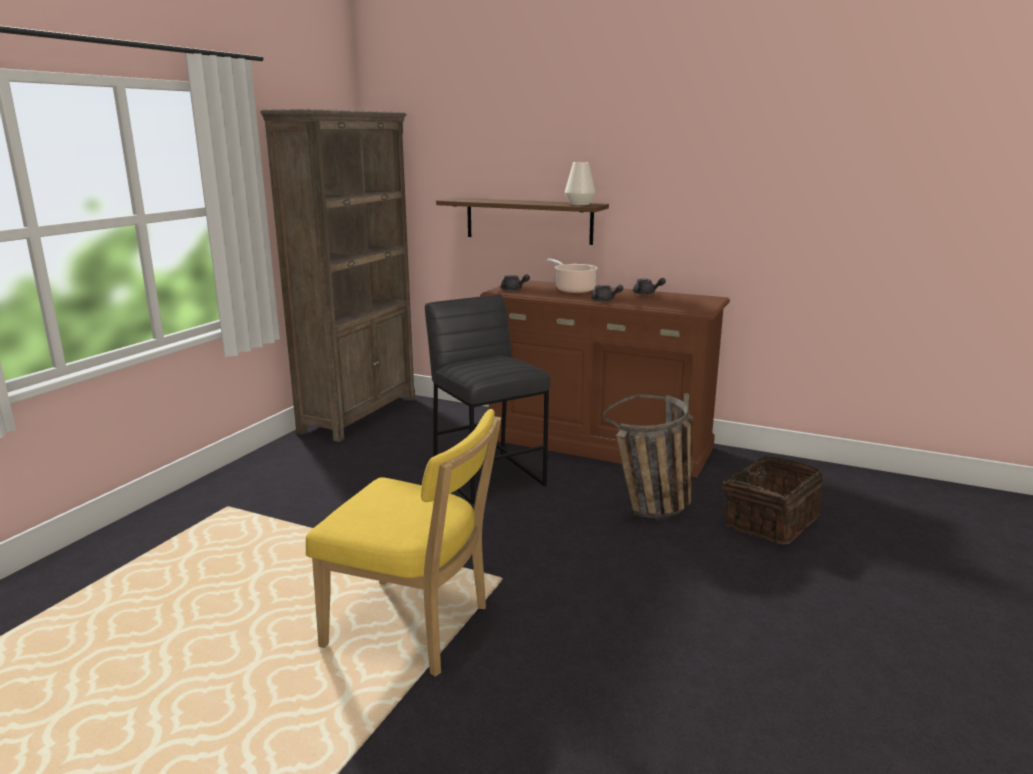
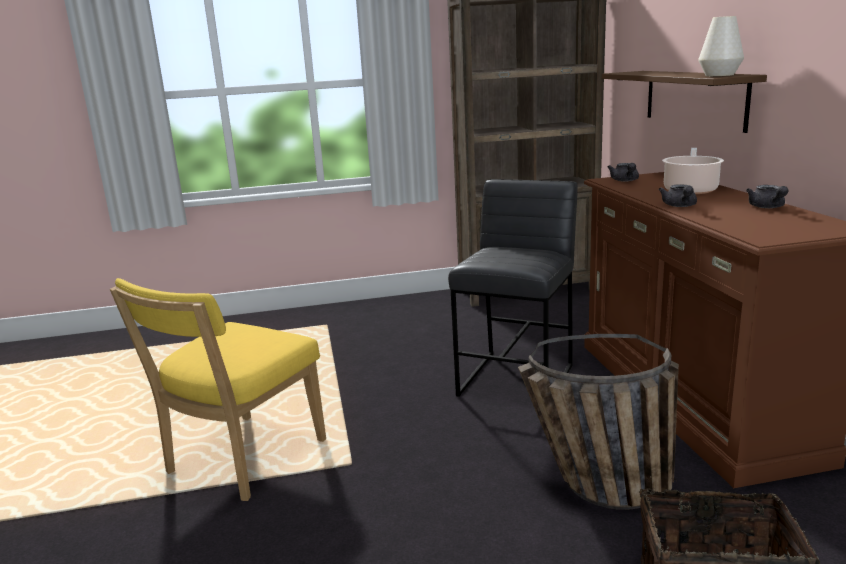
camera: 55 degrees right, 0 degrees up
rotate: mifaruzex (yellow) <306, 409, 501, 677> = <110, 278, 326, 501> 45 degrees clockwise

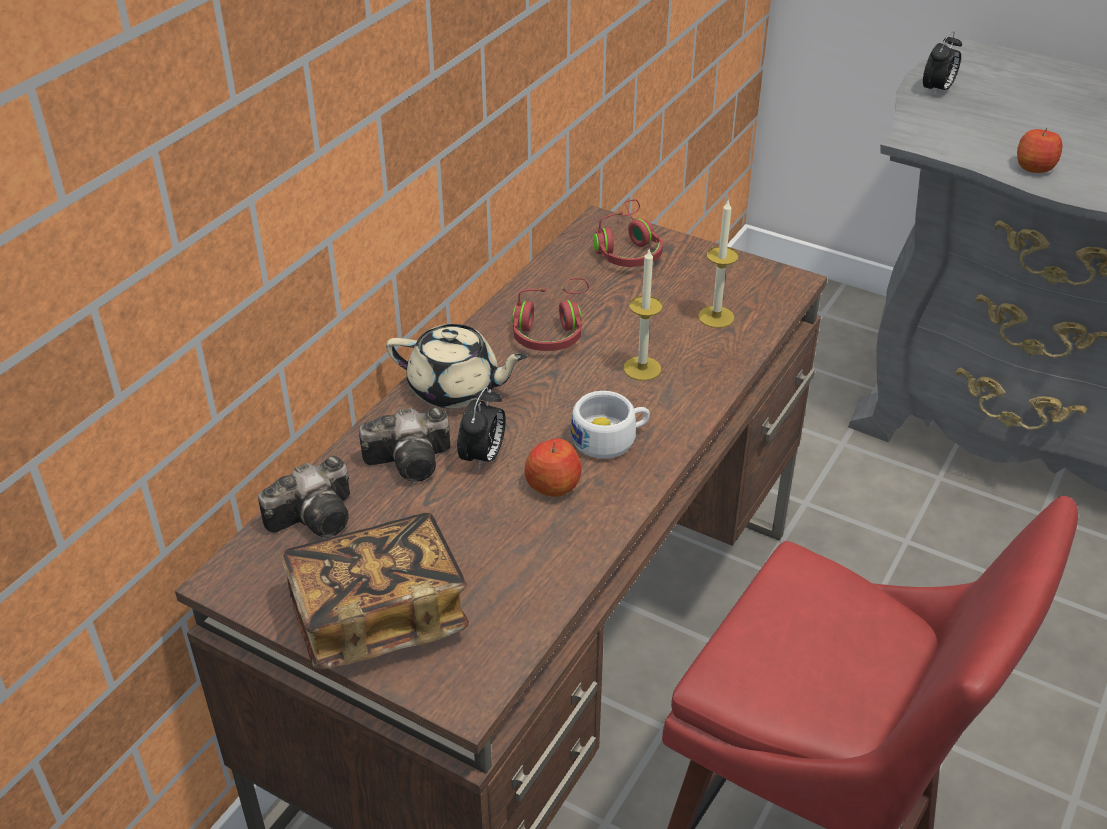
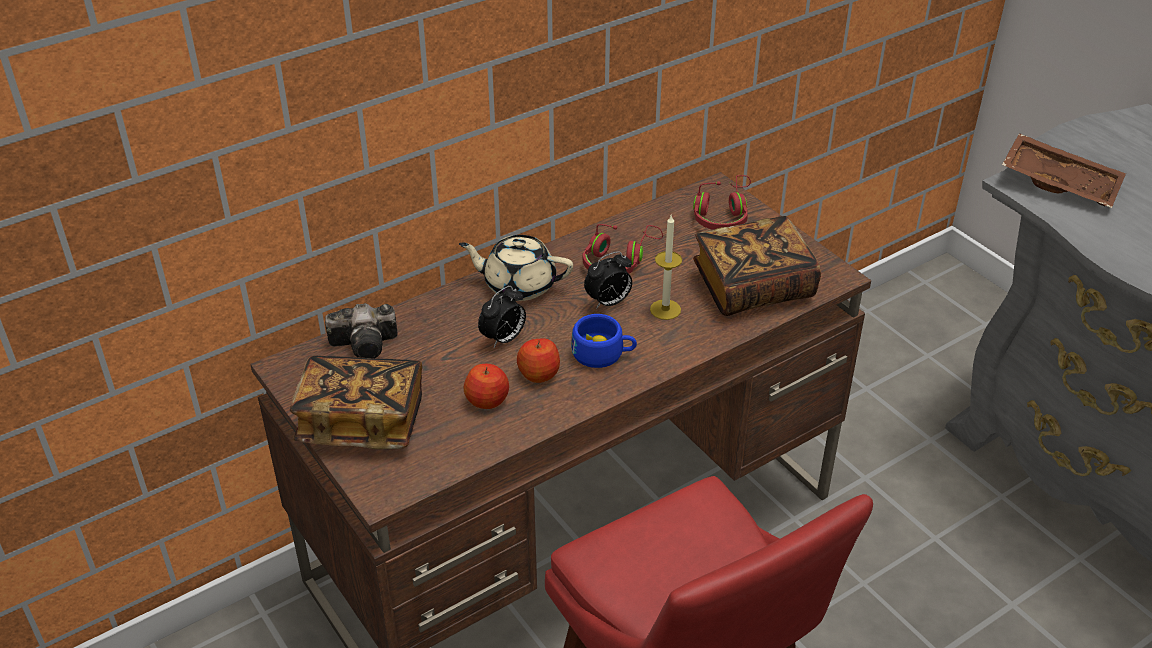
camera: 25 degrees right, 0 degrees up
delete: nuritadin <359, 408, 450, 482>
insert: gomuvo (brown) <1002, 133, 1126, 208>
move: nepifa <1017, 127, 1062, 173> to <463, 363, 509, 409>; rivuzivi <923, 31, 962, 97> to <584, 251, 632, 309>
replace: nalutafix <698, 201, 739, 328> to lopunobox <693, 216, 821, 316>
recolor: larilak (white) <571, 391, 650, 459> to larilak (blue) <571, 314, 637, 368>
rotate: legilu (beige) <386, 324, 528, 408> = <459, 235, 573, 301> 150 degrees clockwise

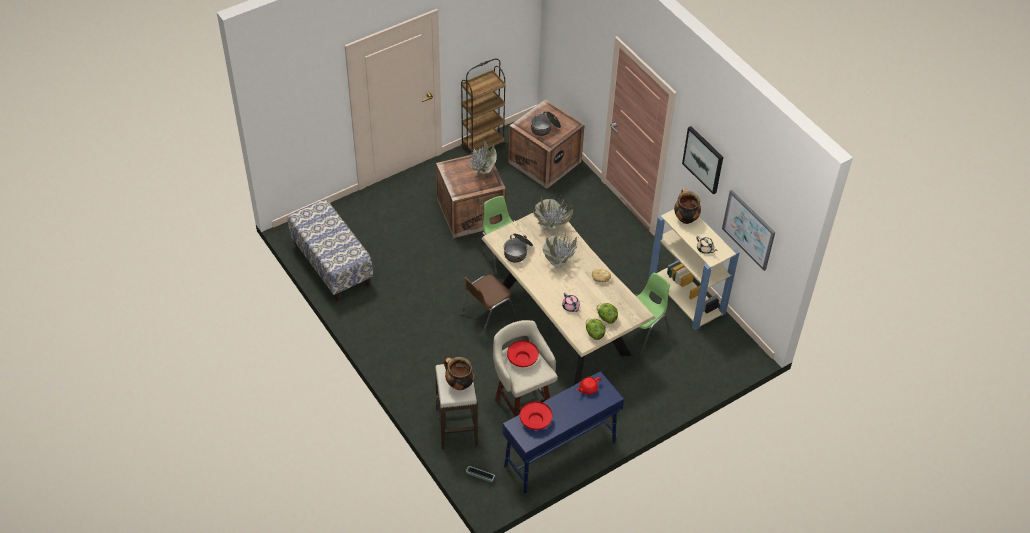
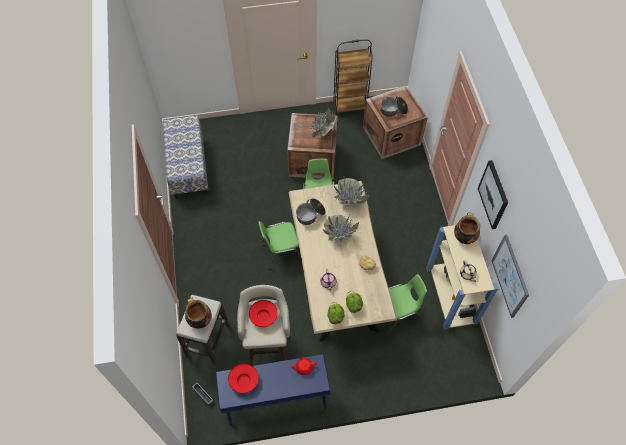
camera: 25 degrees right, 10 degrees up
recolor: mifaruzex (brown) <459, 275, 517, 336> to mifaruzex (green) <258, 221, 301, 269>

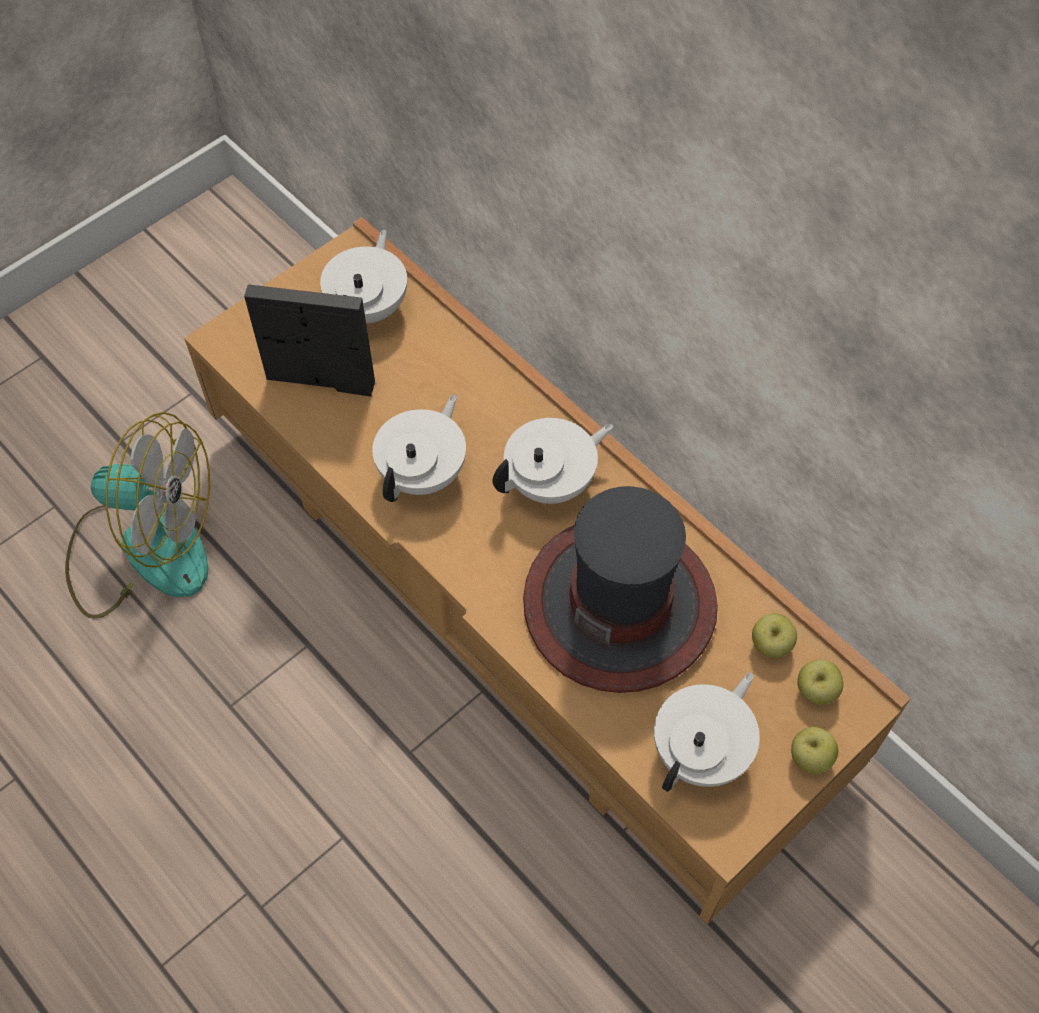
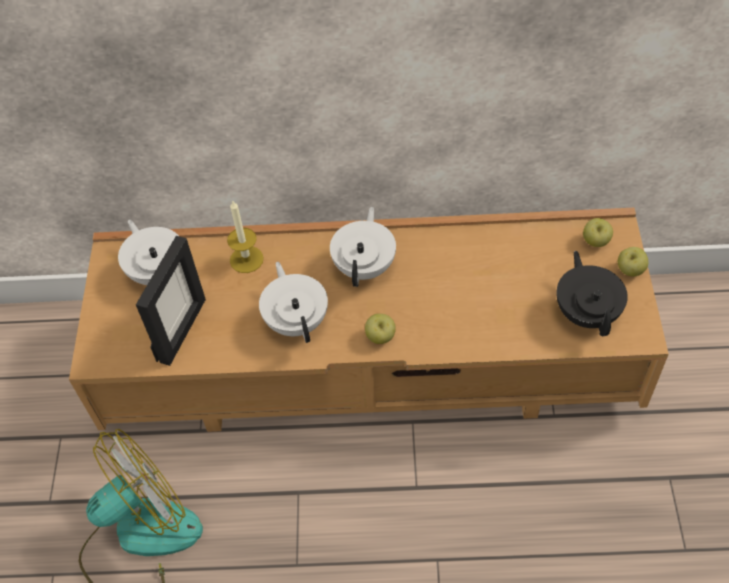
camera: 45 degrees left, 5 degrees down
delete: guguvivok <523, 486, 718, 693>
insert: nalutafix <227, 200, 264, 273>
move: nepifa <752, 613, 797, 658> to <365, 314, 396, 344>
recolor: legilu (white) <654, 673, 760, 792> to legilu (black) <556, 251, 628, 336>
rotate: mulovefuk <244, 284, 375, 397> = <136, 236, 206, 366> 150 degrees clockwise

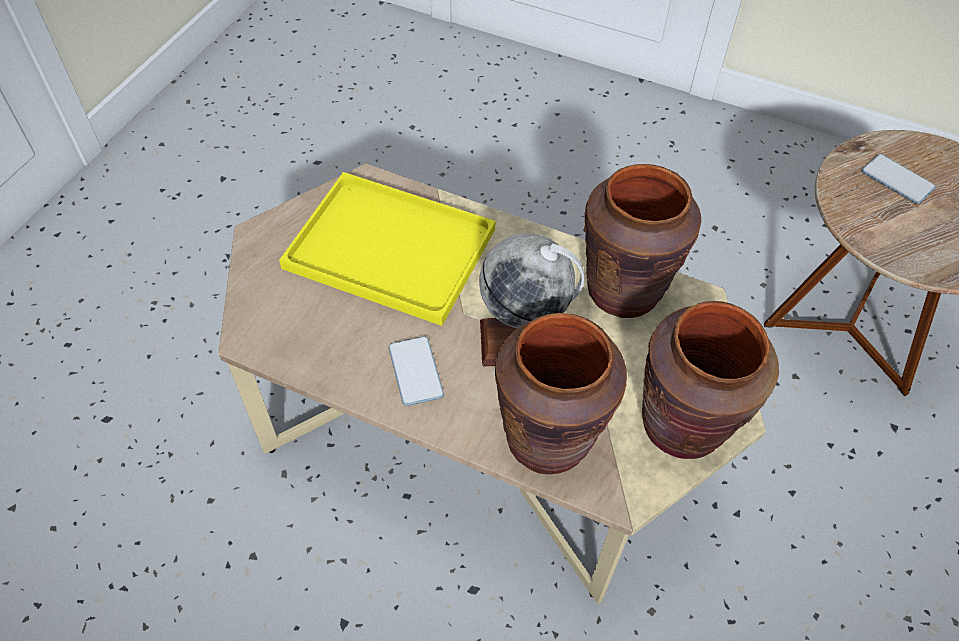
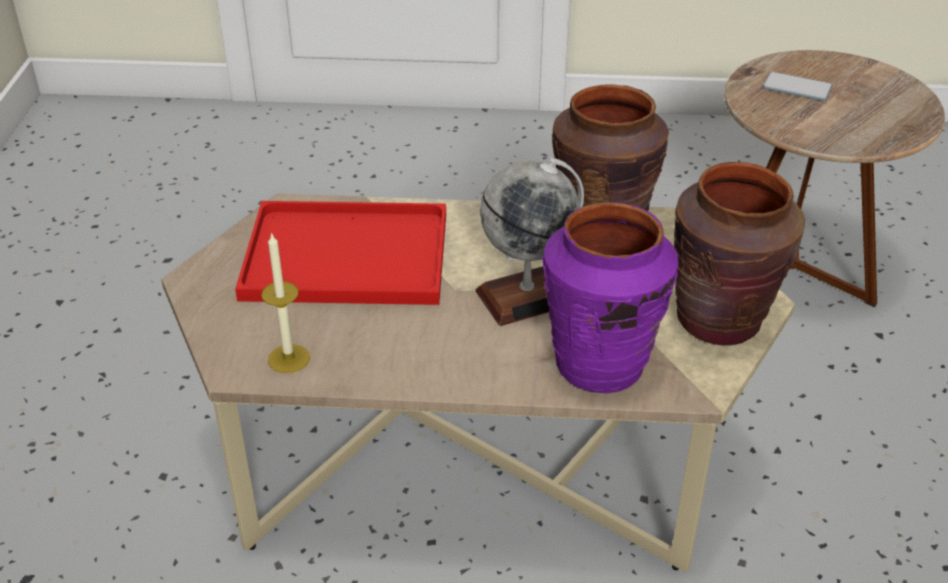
camera: 20 degrees left, 15 degrees down
delete: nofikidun <389, 336, 444, 406>
insert: nalutafix <261, 232, 310, 373>
recolor: gomuvo (yellow) <279, 172, 496, 326> to gomuvo (red) <235, 201, 446, 305>; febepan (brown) <495, 313, 627, 474> to febepan (purple) <542, 202, 678, 394>

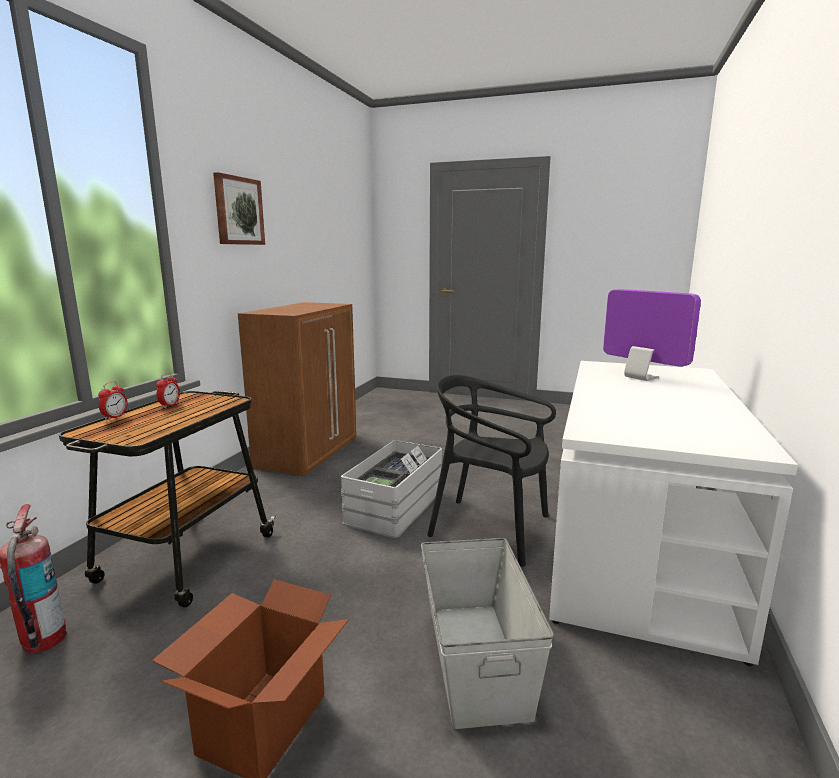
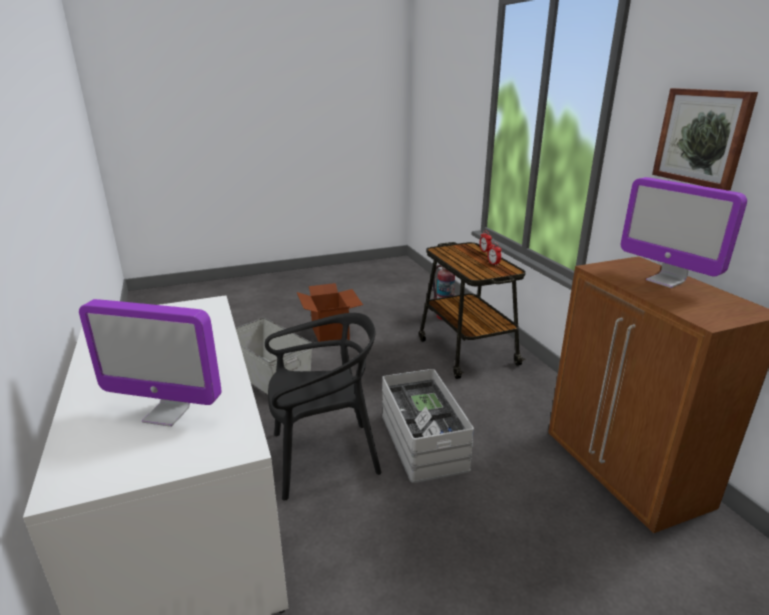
camera: 140 degrees right, 10 degrees up
insert: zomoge <621, 177, 747, 288>

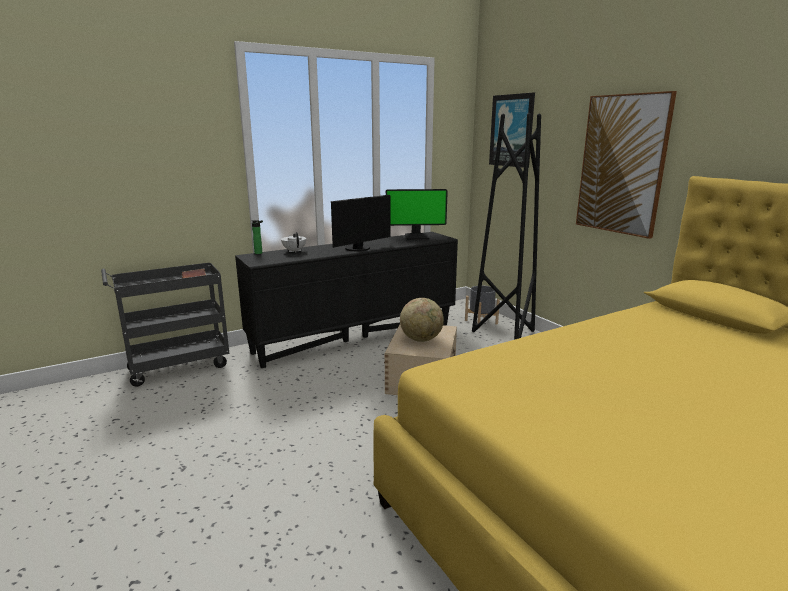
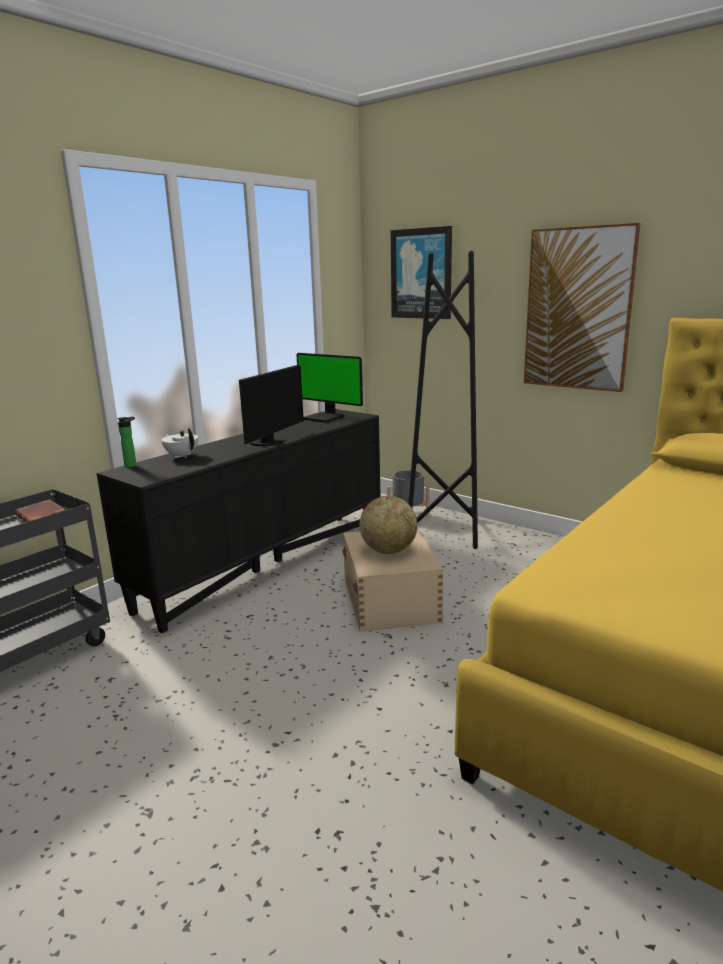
camera: 20 degrees left, 0 degrees up
rotate: zomoge <386, 189, 448, 240> = <296, 353, 363, 423> 60 degrees clockwise

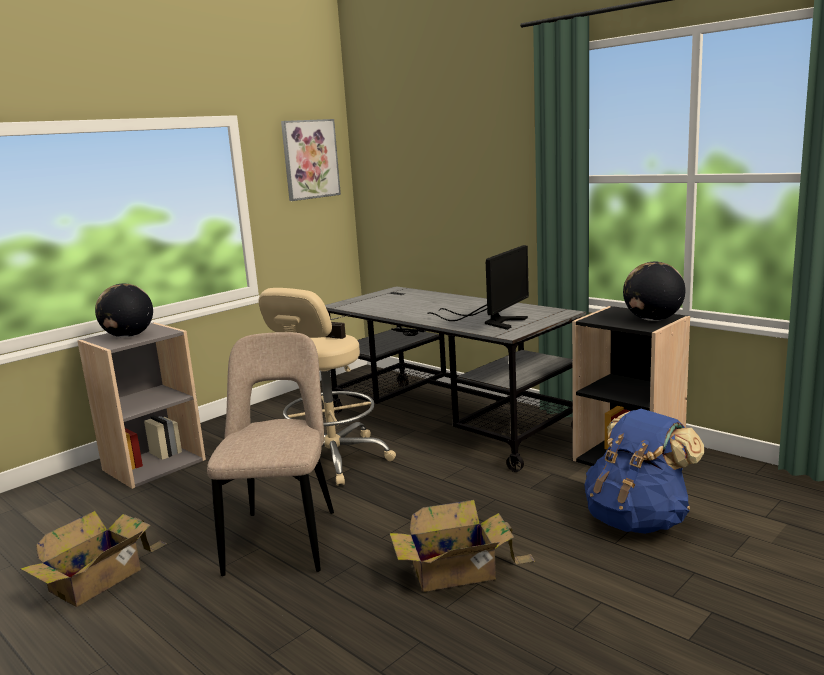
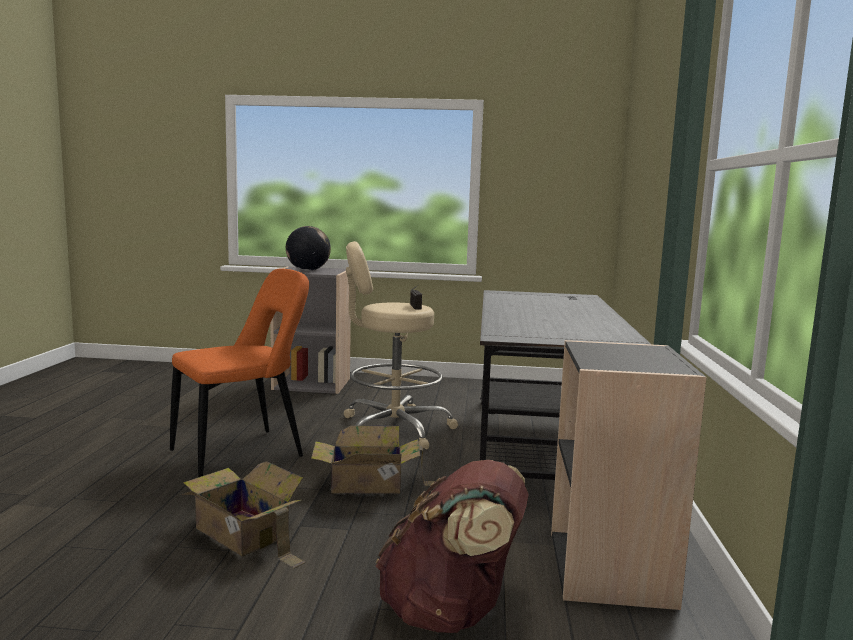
camera: 50 degrees right, 5 degrees down
delete: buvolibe <281, 119, 341, 201>; zomoge <427, 245, 529, 330>; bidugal <623, 262, 686, 321>
move: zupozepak <21, 511, 167, 607> to <311, 425, 438, 494>
recolor: mifaruzex (beige) <207, 332, 334, 576> to mifaruzex (orange) <170, 269, 309, 477>; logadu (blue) <584, 409, 704, 534> to logadu (brown) <376, 460, 529, 633>

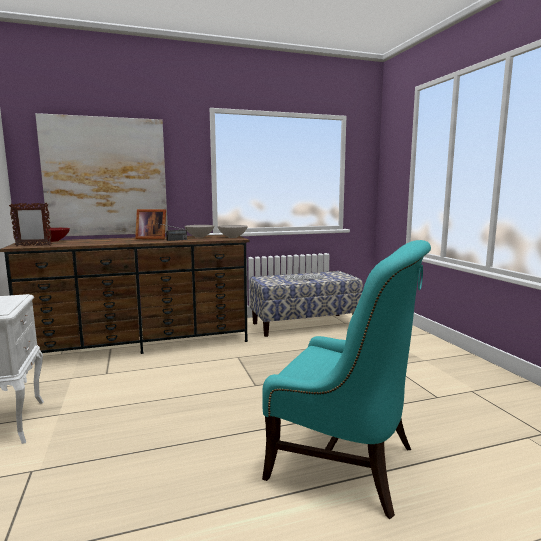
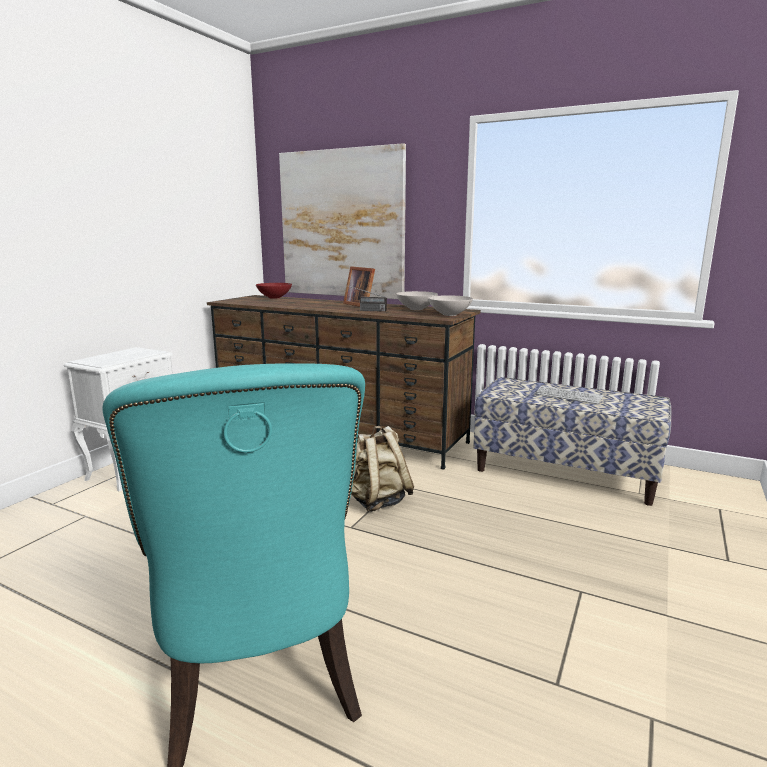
camera: 45 degrees right, 5 degrees up
delete: mulovefuk <9, 202, 52, 246>
insert: logadu (beige) <351, 426, 414, 512>

